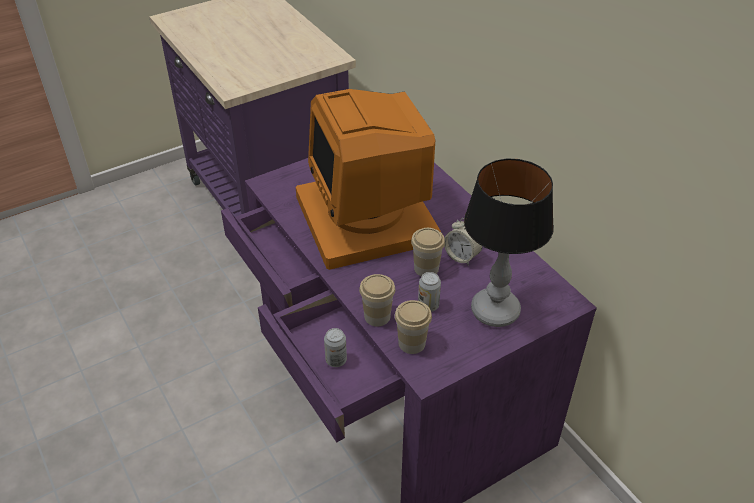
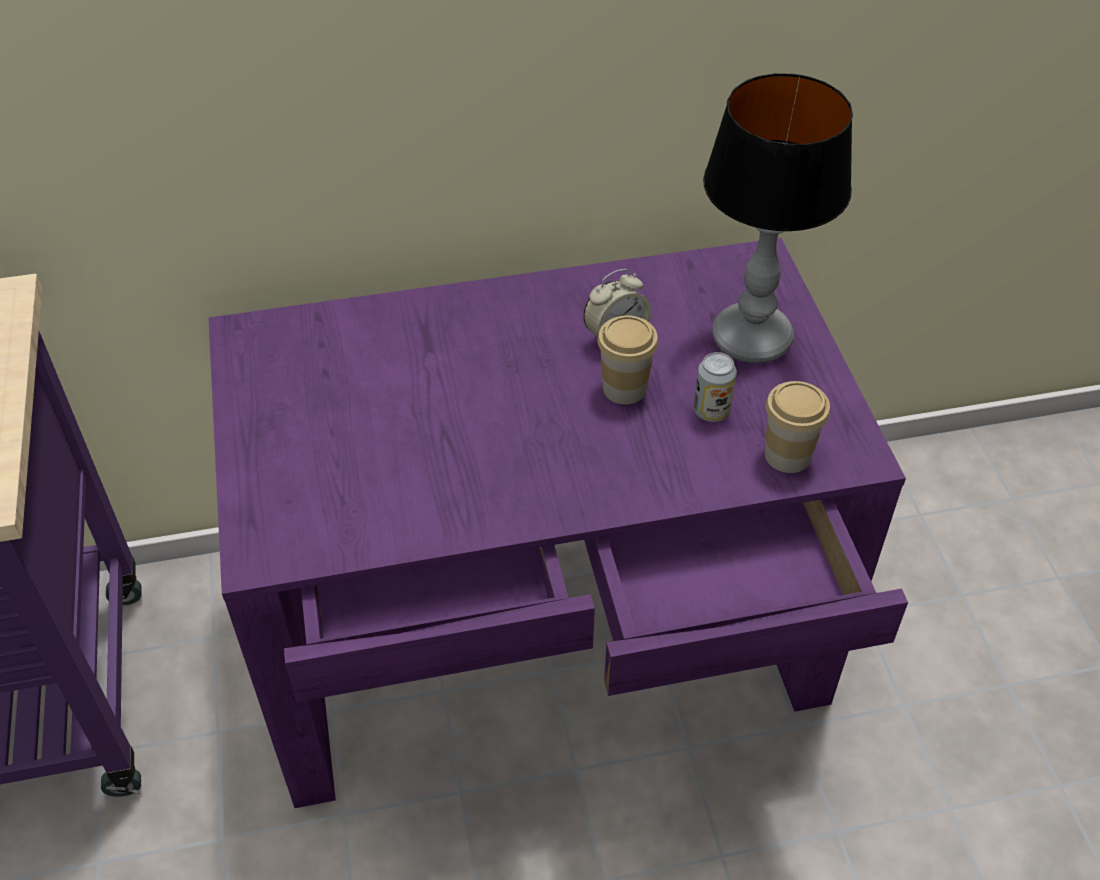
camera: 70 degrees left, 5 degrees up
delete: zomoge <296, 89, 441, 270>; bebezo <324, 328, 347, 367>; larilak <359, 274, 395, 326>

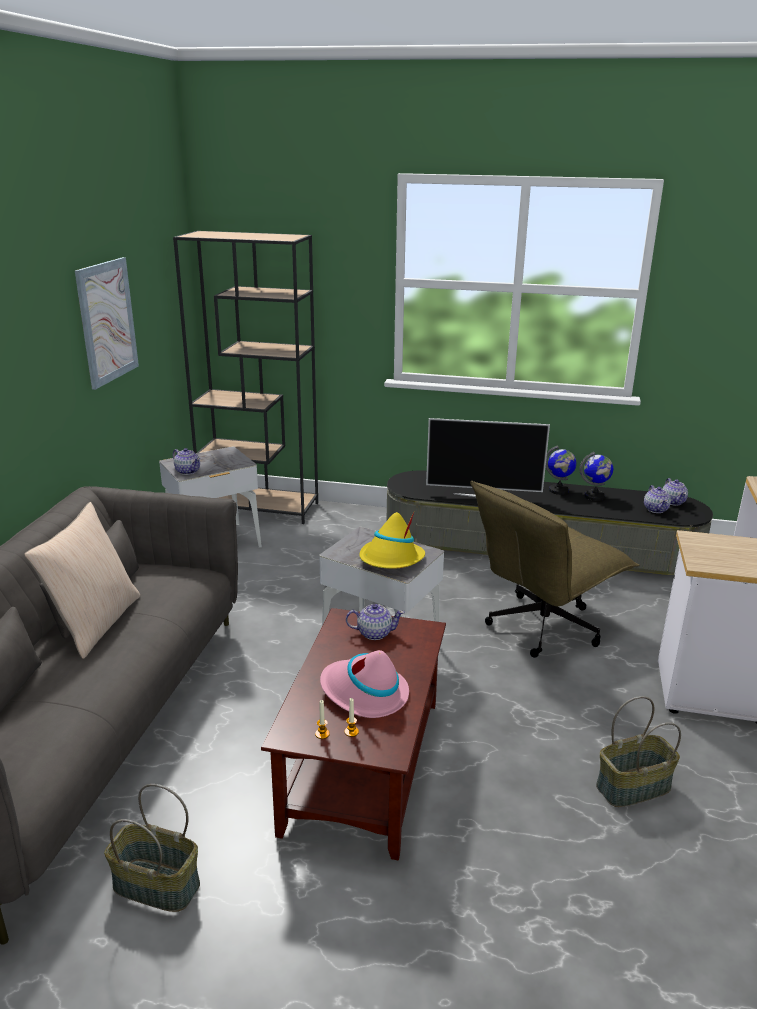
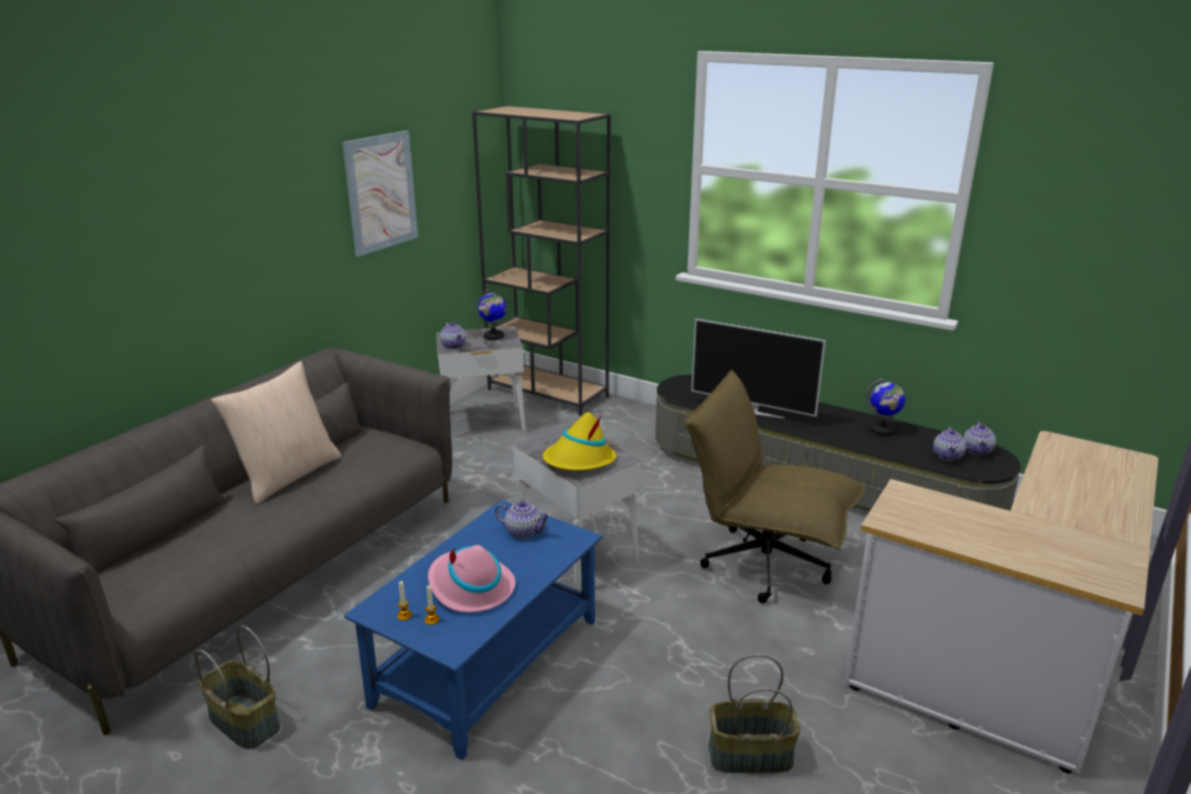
camera: 20 degrees right, 0 degrees up
move: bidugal <546, 445, 576, 495> to <478, 289, 507, 340>
recolor: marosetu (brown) <261, 608, 446, 861> to marosetu (blue) <344, 500, 602, 760>
rotate: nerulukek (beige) <470, 481, 640, 658> = <685, 370, 865, 603> 45 degrees clockwise

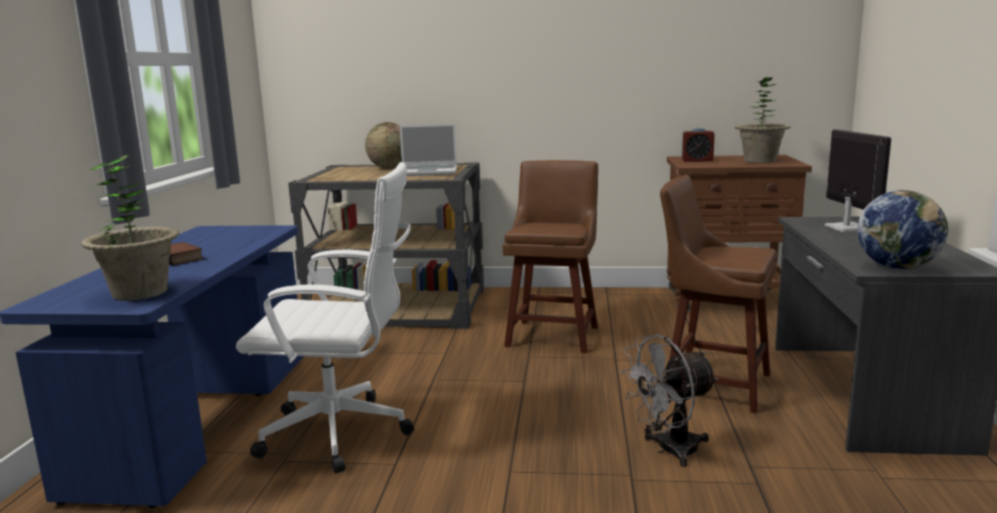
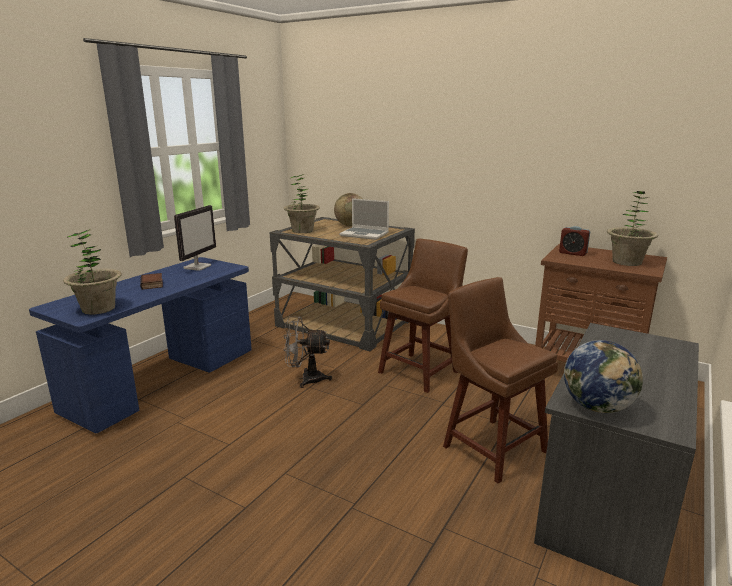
camera: 25 degrees right, 5 degrees up
delete: nerulukek (white) <236, 162, 414, 474>
insert: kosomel <284, 174, 320, 233>
move: zomoge <824, 129, 891, 232> to <174, 205, 216, 271>; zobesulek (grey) <620, 334, 718, 467> to <284, 317, 332, 388>

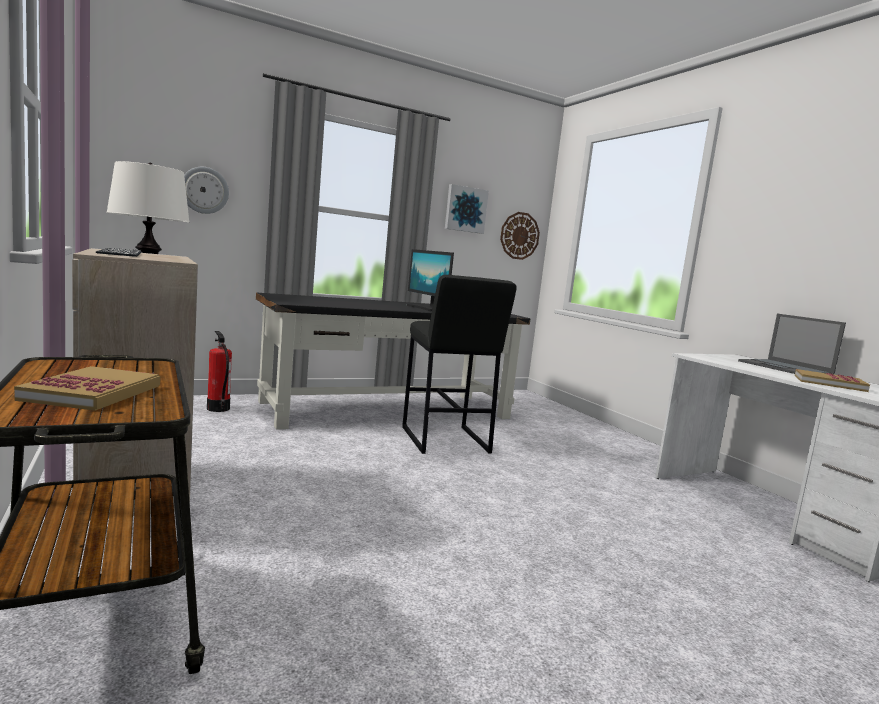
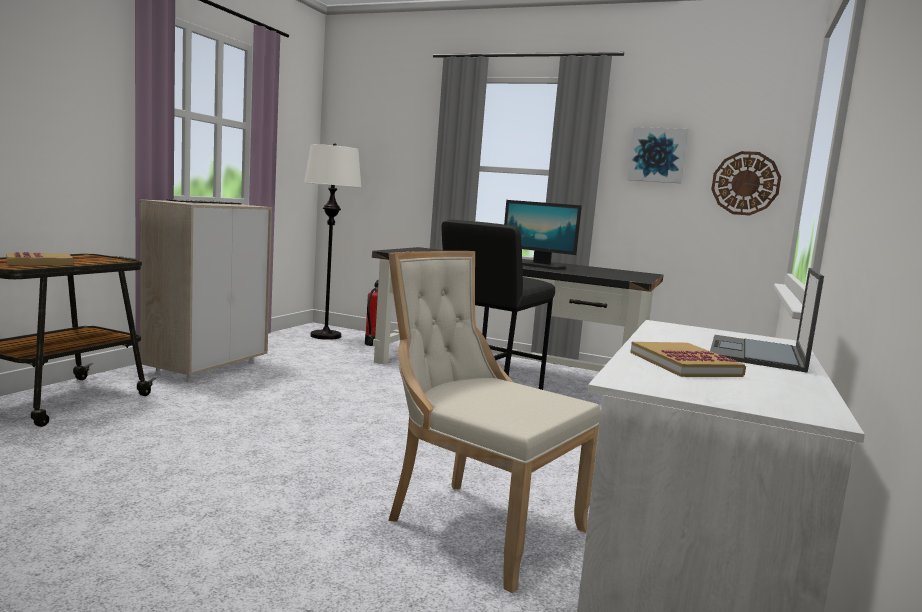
camera: 50 degrees right, 0 degrees up
delete: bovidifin <184, 167, 229, 214>
insert: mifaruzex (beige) <389, 251, 601, 593>
rotate: zomoge <407, 249, 454, 312> = <504, 200, 582, 270> 75 degrees counterclockwise

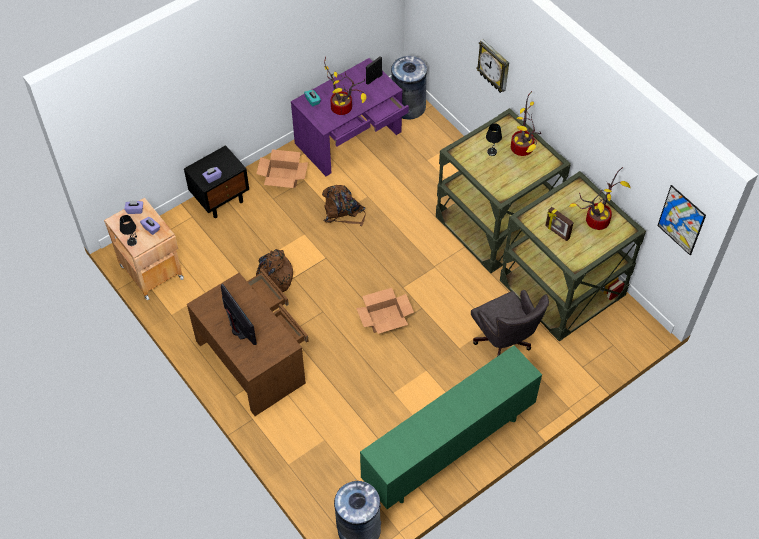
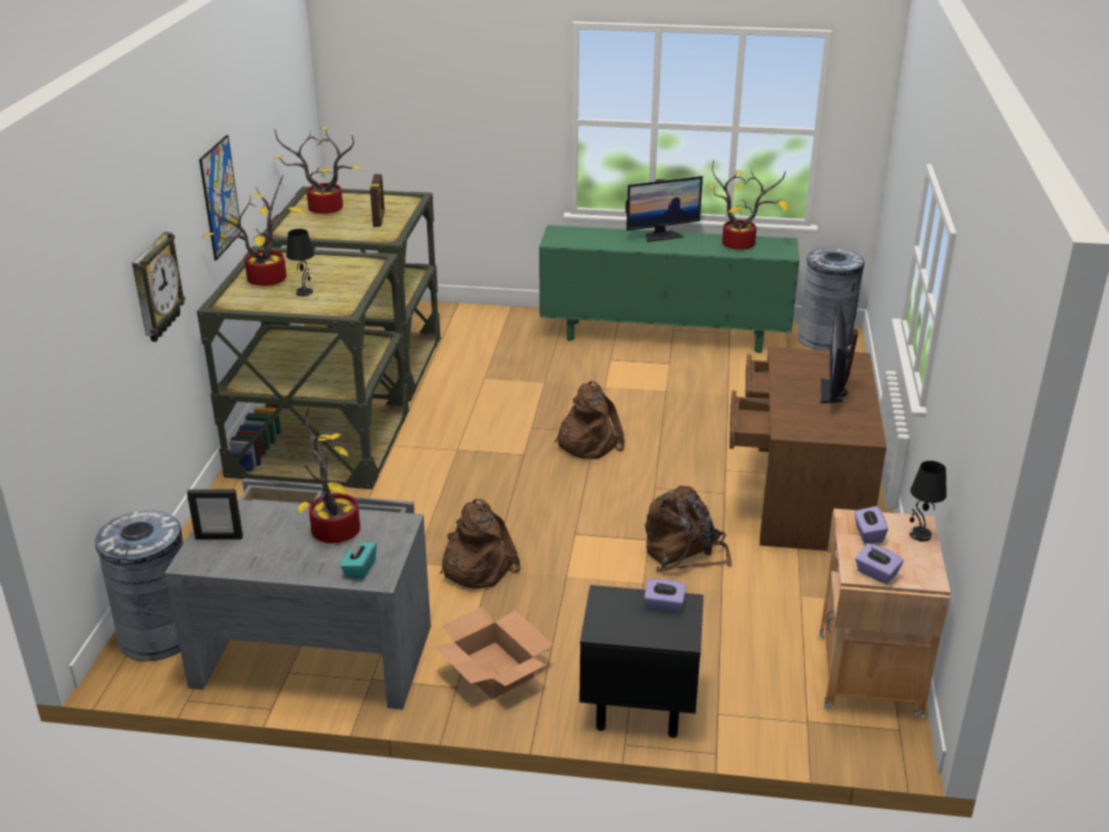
camera: 135 degrees left, 25 degrees down
delete: nerulukek (grey) <471, 290, 549, 356>
insert: zomoge <625, 176, 703, 242>; kosomel <708, 160, 789, 250>
move: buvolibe <657, 185, 706, 255> to <199, 135, 242, 261>
replace: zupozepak <356, 288, 414, 334> to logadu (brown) <554, 381, 625, 459>
recolor: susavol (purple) <291, 58, 409, 176> to susavol (grey) <164, 478, 431, 710>

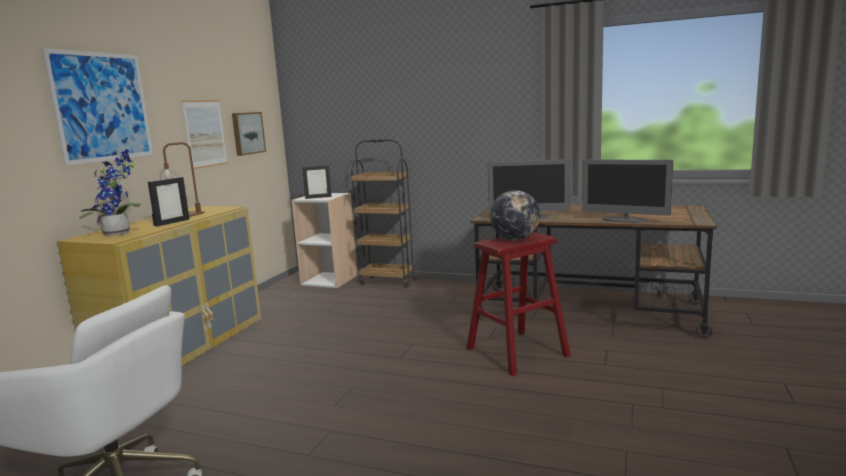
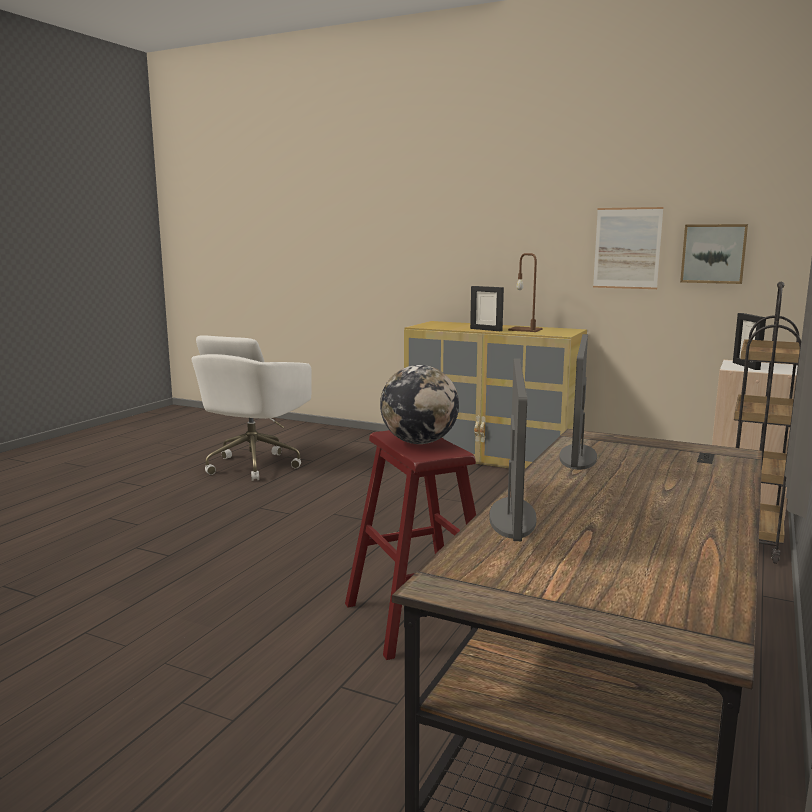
camera: 95 degrees right, 0 degrees up
delete: buvolibe <41, 48, 153, 166>; kosomel <79, 149, 141, 236>
rotate: zomoge <582, 159, 673, 223> = <489, 358, 537, 541> 150 degrees clockwise

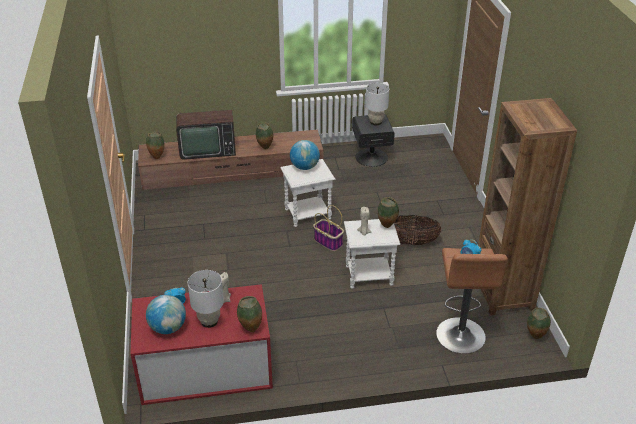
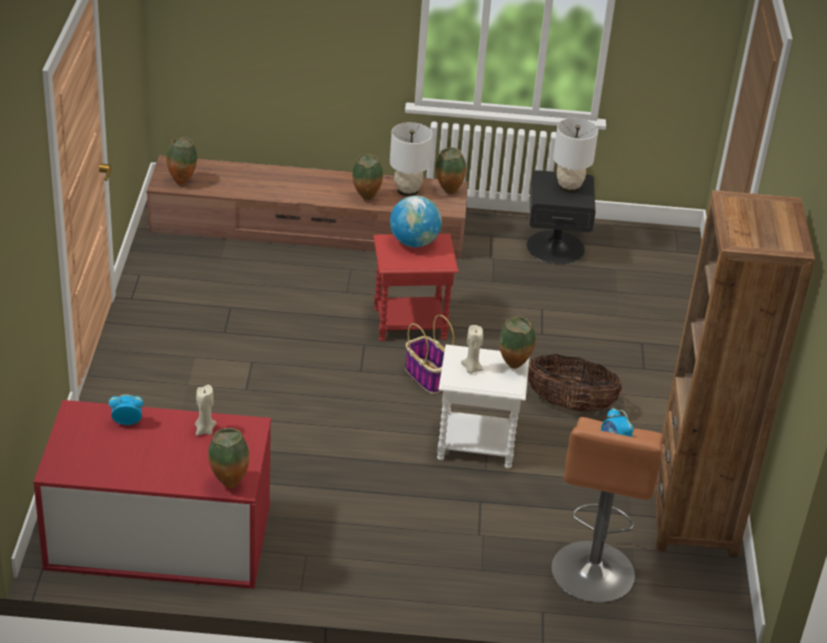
camera: 10 degrees right, 0 degrees up
delete: bidugal <146, 295, 186, 334>; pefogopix <176, 110, 236, 160>
move: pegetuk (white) <188, 270, 224, 328> to <390, 122, 432, 197>; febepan <527, 308, 551, 339> to <435, 147, 466, 194>
recolor: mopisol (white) <280, 159, 336, 227> to mopisol (red) <373, 234, 459, 341>

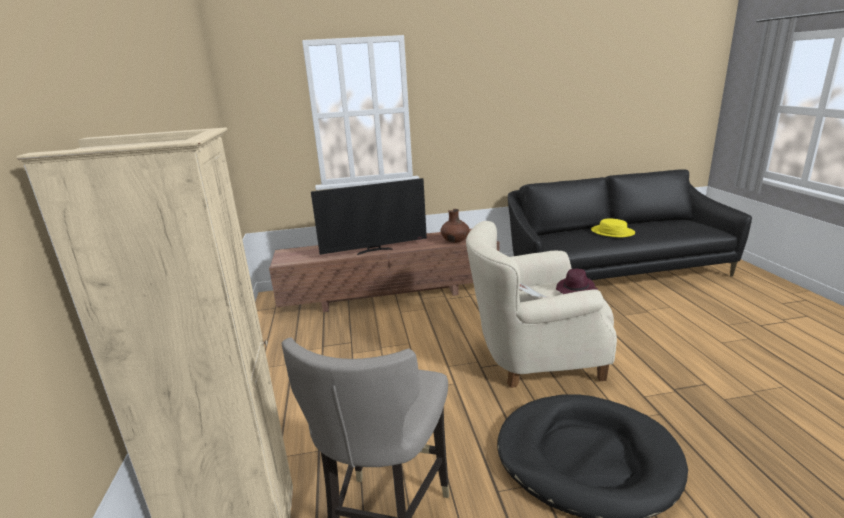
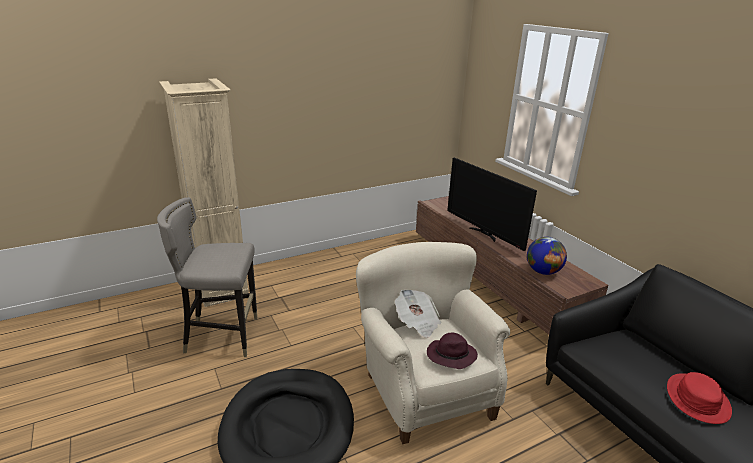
camera: 70 degrees right, 5 degrees up
replace: febepan (brown) <440, 209, 470, 243> to bidugal <527, 237, 567, 275>
recolor: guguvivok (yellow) <591, 218, 635, 238> to guguvivok (red) <667, 372, 732, 424>

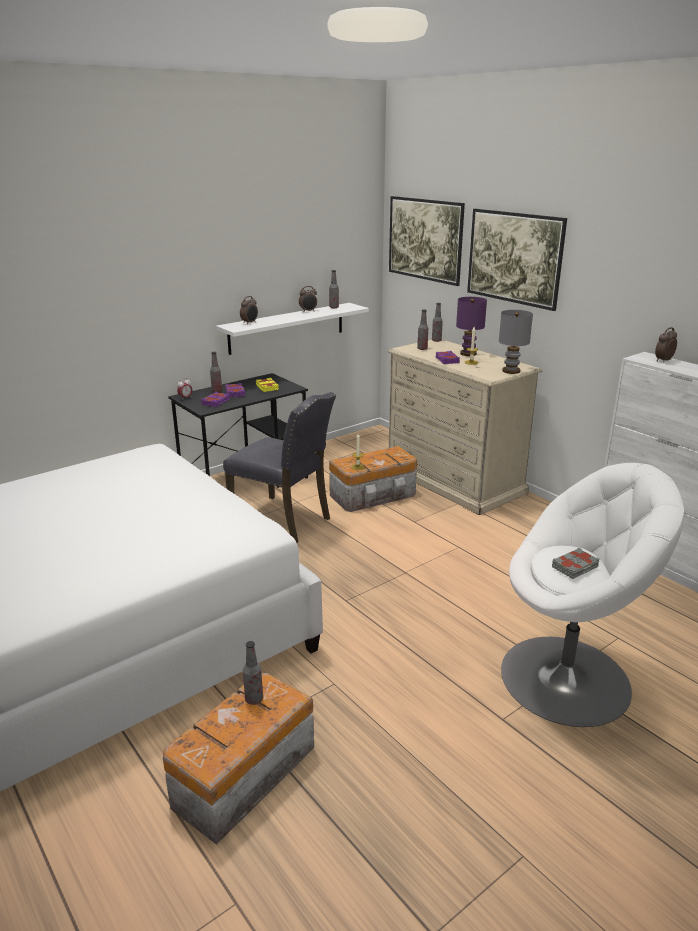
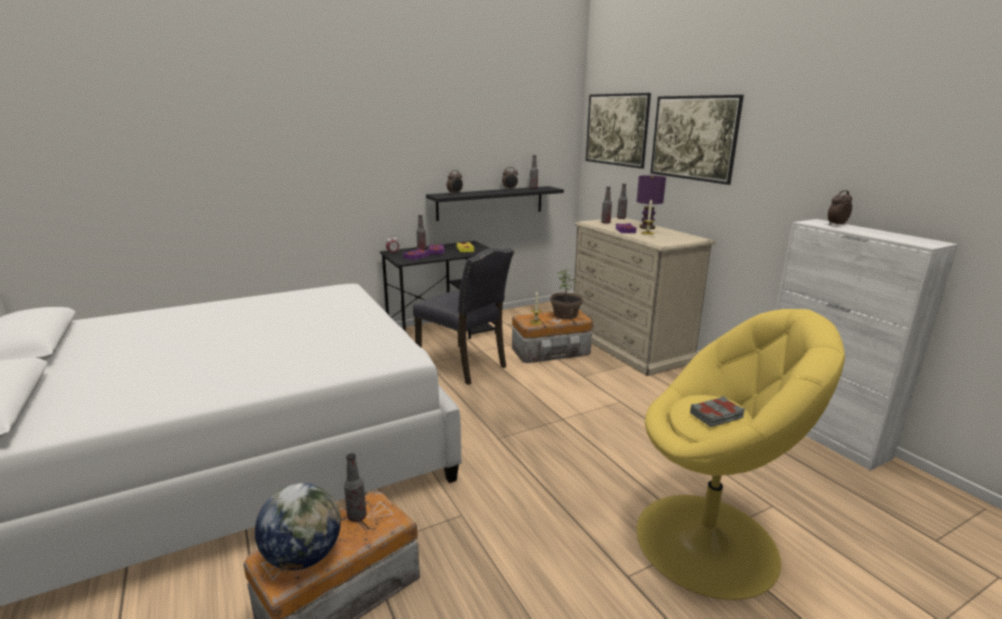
camera: 10 degrees right, 5 degrees down
delete: pegetuk (grey) <499, 310, 533, 374>
insert: bidugal <255, 483, 341, 570>; kosomel <550, 269, 583, 319>
recolor: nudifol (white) <216, 303, 369, 355> to nudifol (black) <426, 186, 564, 221>; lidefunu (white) <501, 463, 685, 727> to lidefunu (yellow) <636, 309, 845, 600>

